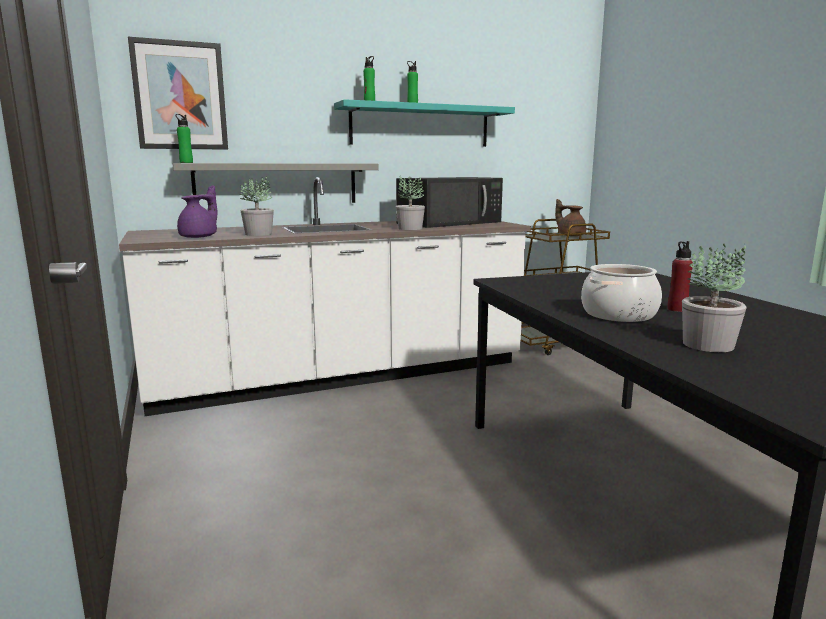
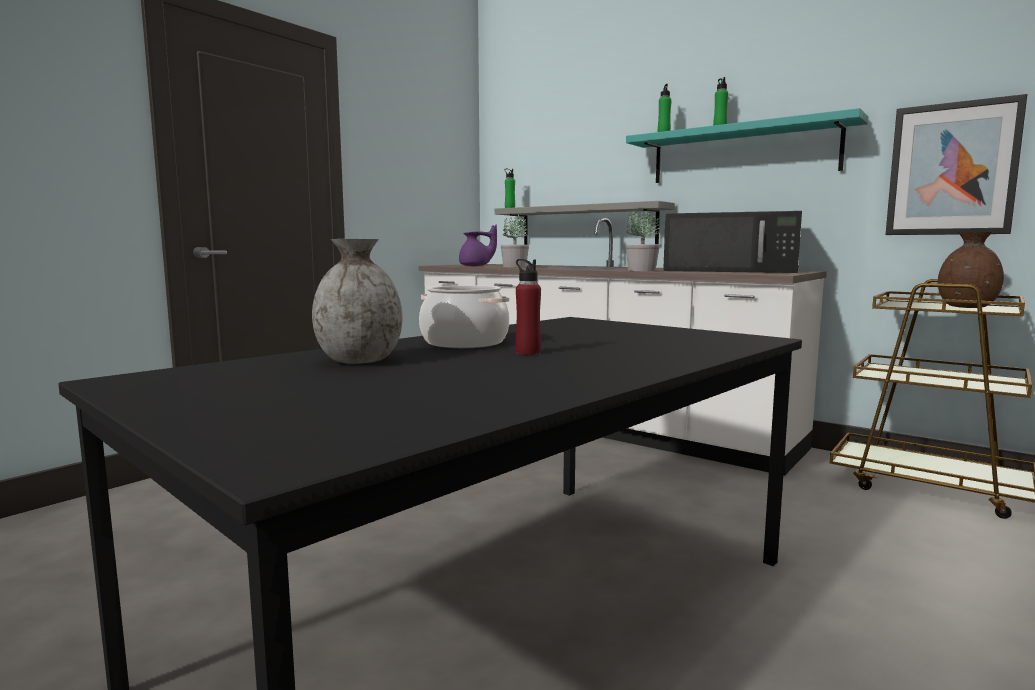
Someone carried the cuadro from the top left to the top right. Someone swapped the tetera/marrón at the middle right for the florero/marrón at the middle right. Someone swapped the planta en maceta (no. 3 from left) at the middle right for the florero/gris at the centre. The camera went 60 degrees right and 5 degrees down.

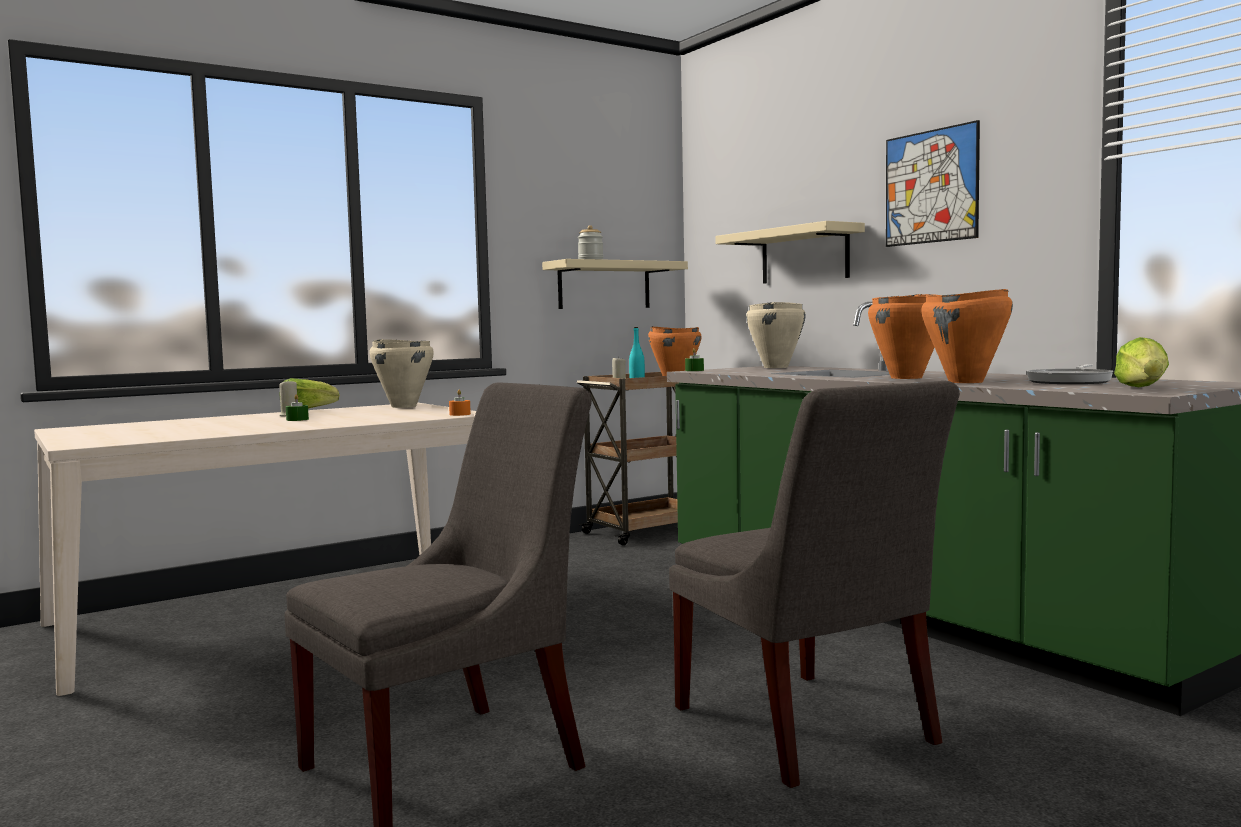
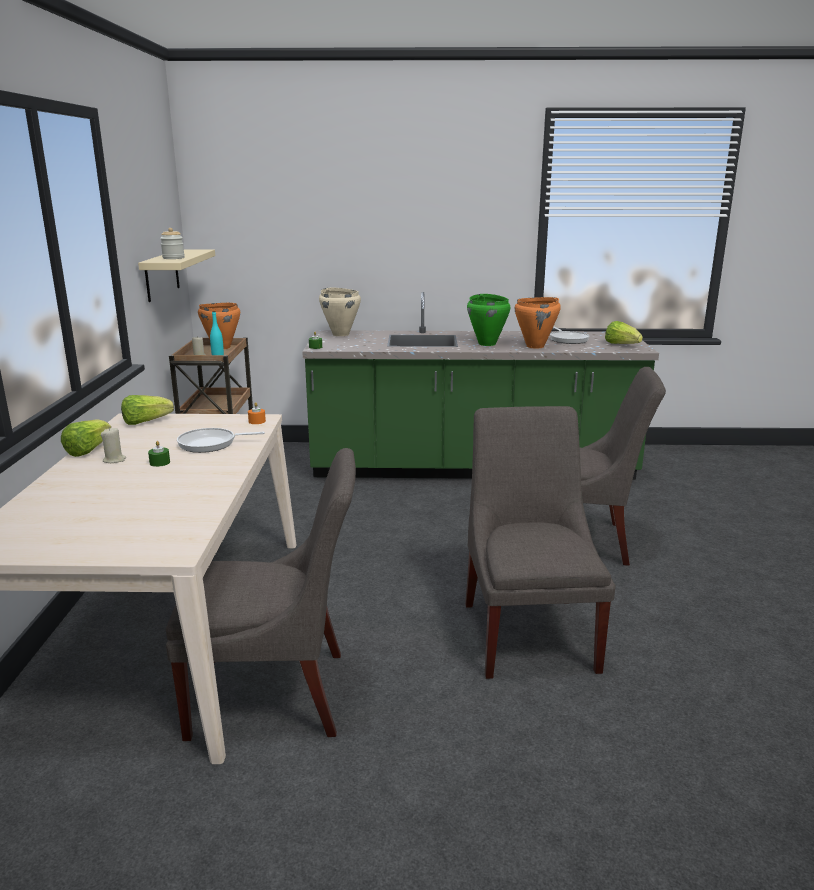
Someone took away the estante/beis (no. 2 from left) at the top centre. Someone took away the cuadro at the top right. Someone put down the silla/gris (no. 1 from left) at the bottom left. Someone put down the sartén (no. 1 from left) at the middle left. Someone swapped the olla/beis (no. 1 from left) at the middle left for the lechuga (no. 2 from left) at the middle left. Someone repainted the olla/naranja (no. 2 from left) at the middle right, which became the olla/verde at the centre. The camera went 55 degrees left and 15 degrees up.

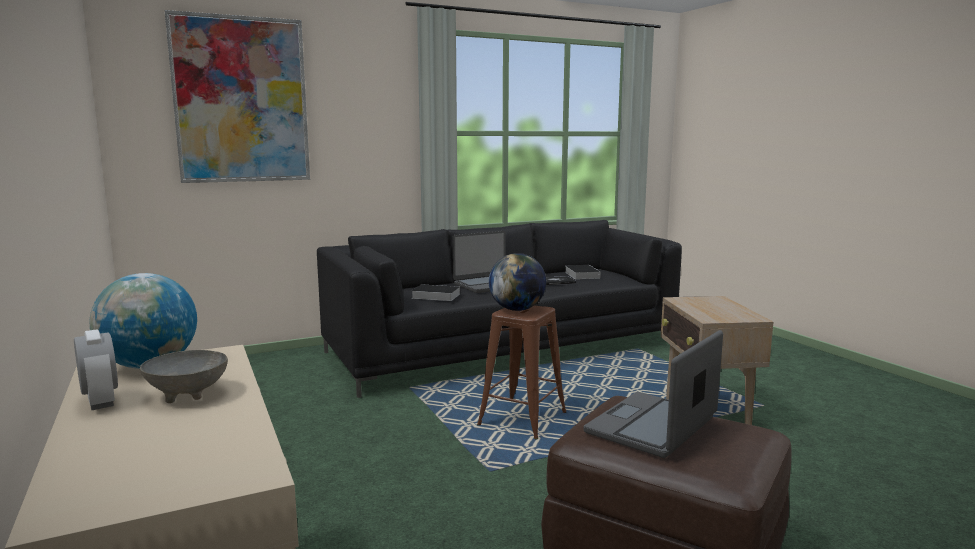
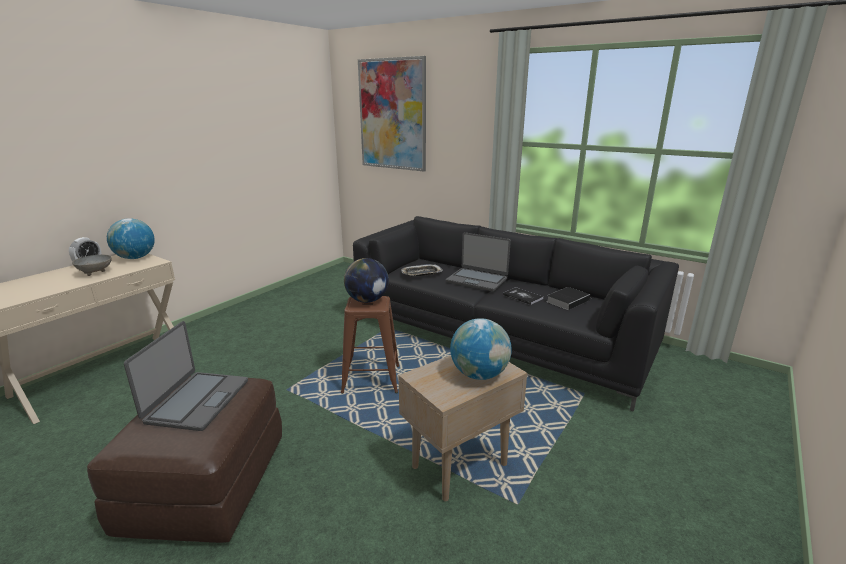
Someone put down the globo terráqueo (no. 3 from left) at the centre. Someone swapped the libro (no. 1 from left) at the centre for the bandeja at the centre. Someone rotated the portátil (no. 2 from left in the first image) at the bottom right by 90 degrees clockwise. The camera went 60 degrees right and 10 degrees up.

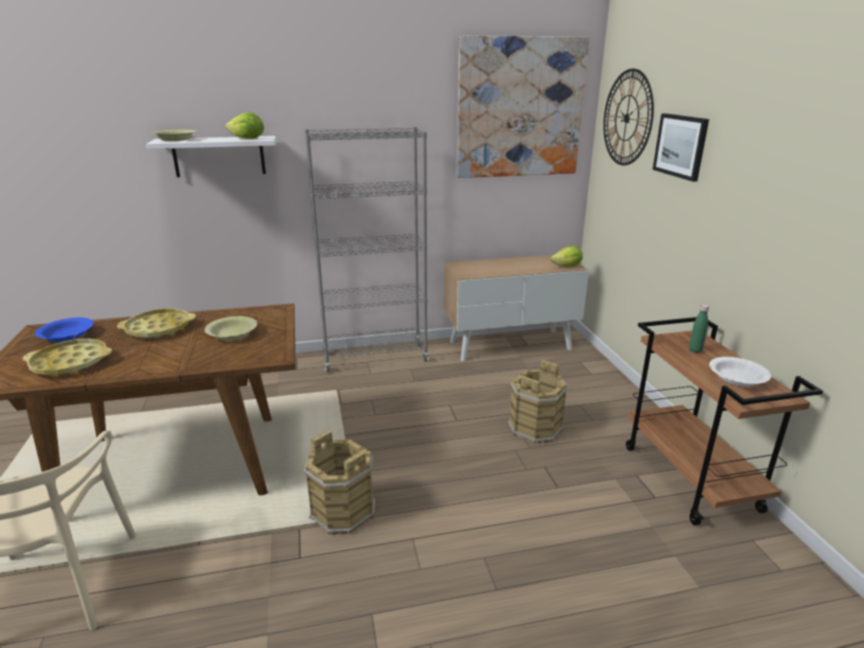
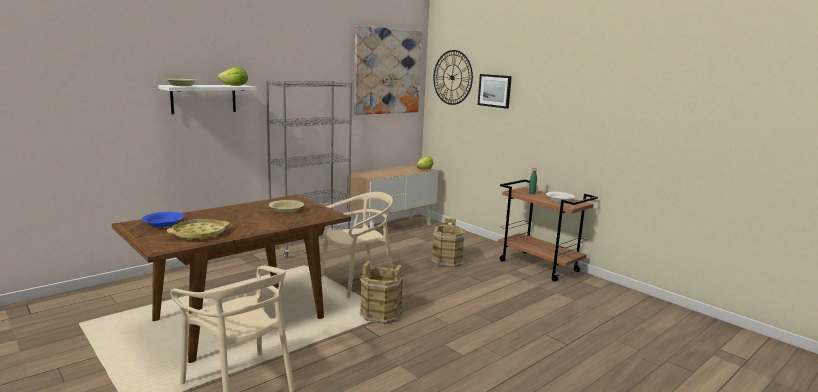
Someone took away the bandeja/amarillo (no. 2 from left) at the middle left. Someone put down the silla/beis (no. 2 from left) at the centre. The camera went 30 degrees left and 10 degrees down.

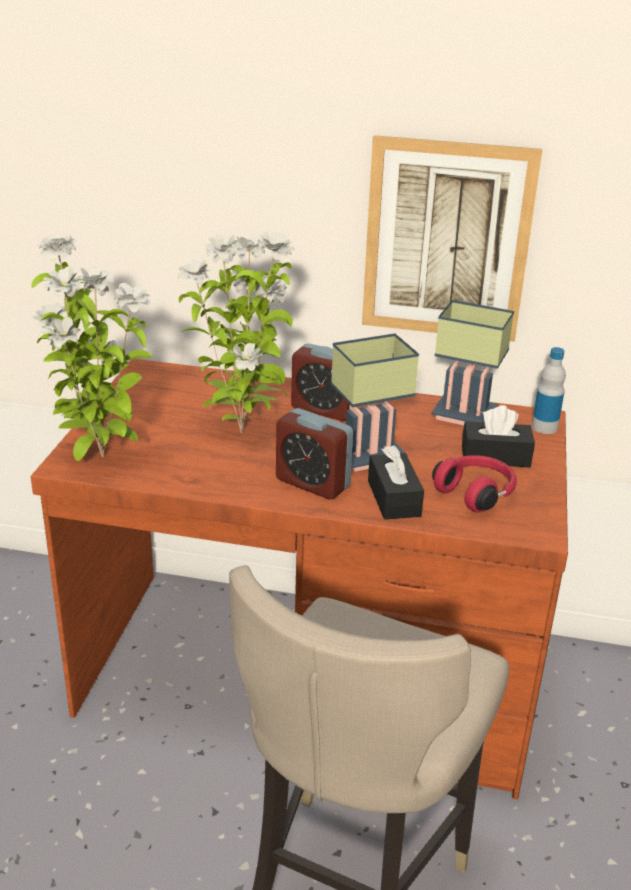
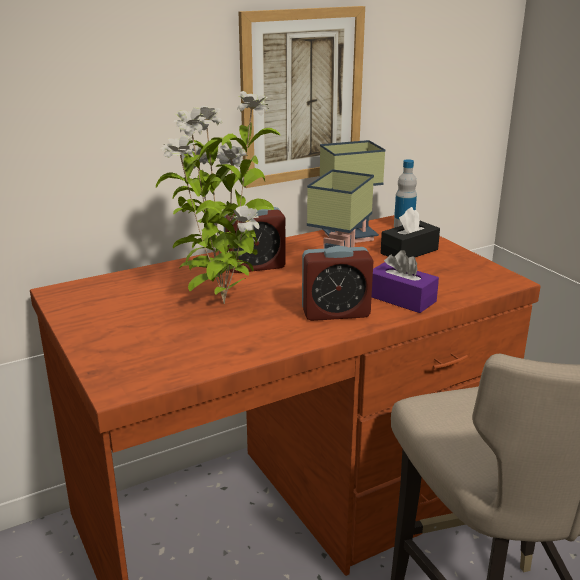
Someone took away the planta en maceta (no. 1 from left) at the middle left. Someone took away the auriculares/rojo at the middle right. Someone repainted the caja de pañuelos/negro (no. 1 from left) at the centre, which became the caja de pañuelos/morado at the middle right. The camera went 40 degrees left and 5 degrees down.

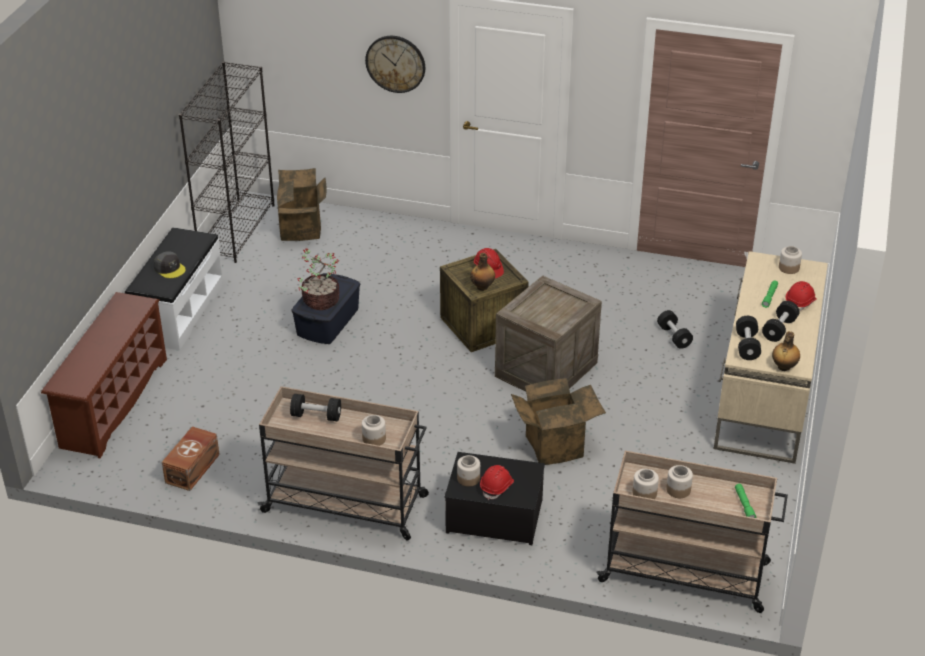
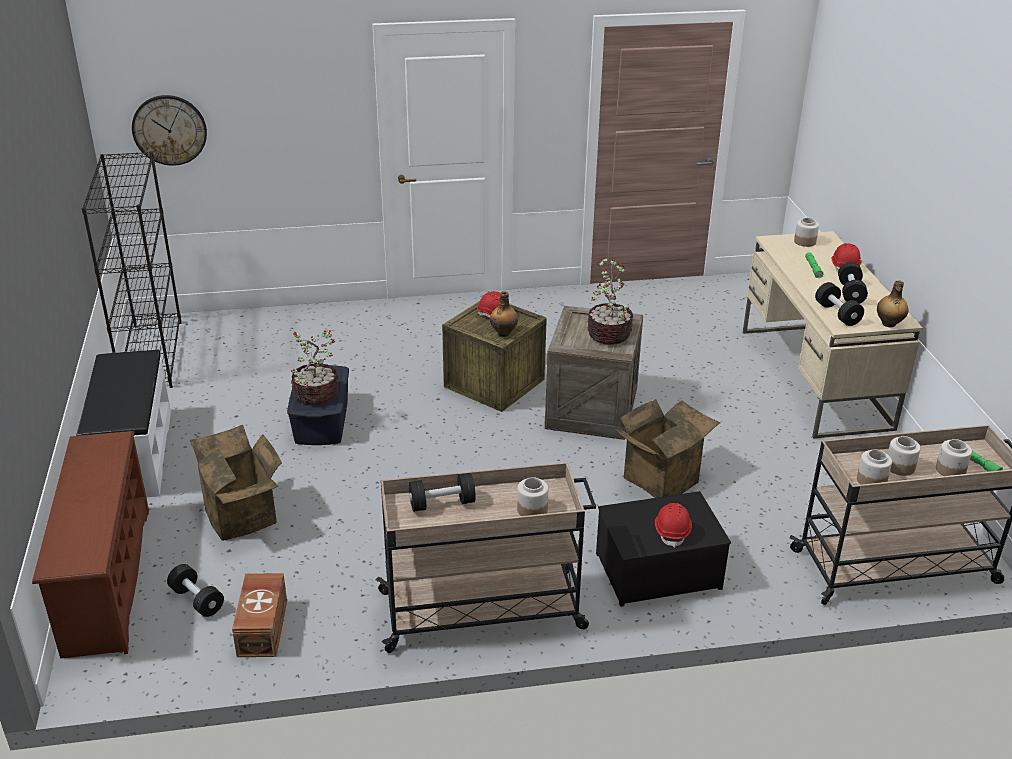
Someone took away the gorra/gris at the middle left. Someone put down the planta en maceta (no. 2 from left) at the centre. Someone carried the caja de cartón (no. 1 from left) from the top left to the middle left. Someone carried the reloj de pared from the top centre to the top left. Someone carried the tarro (no. 2 from left in the first image) from the bottom centre to the middle right. Someone carried the mancuerna/negro (no. 2 from left in the first image) from the middle right to the bottom left. The camera went 25 degrees left and 5 degrees down.

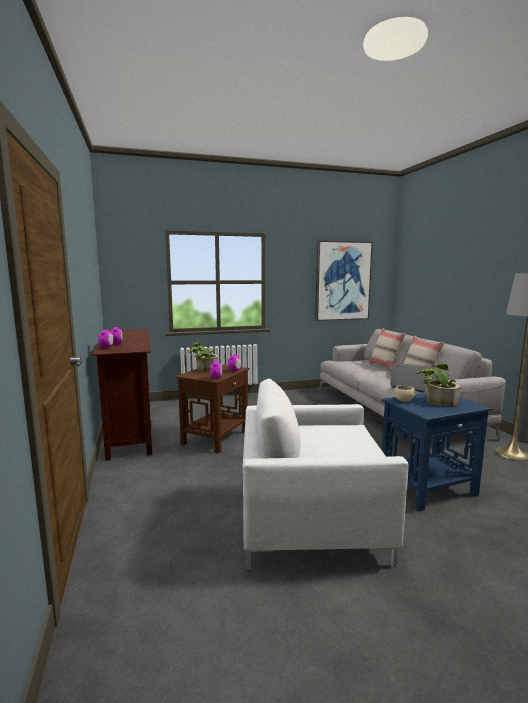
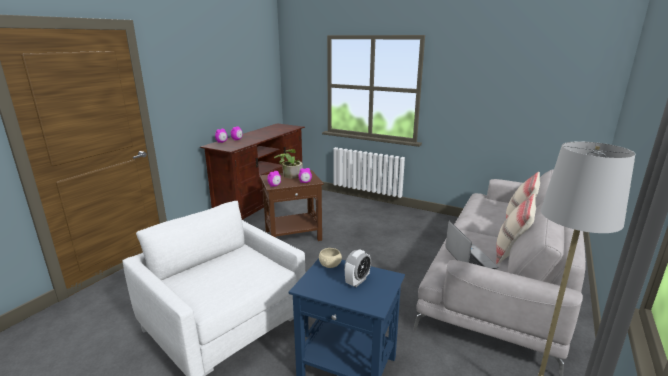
Someone took away the cuadro at the centre. Someone swapped the planta en maceta (no. 2 from left) at the middle right for the despertador (no. 5 from left) at the bottom centre. The camera went 45 degrees right and 10 degrees up.

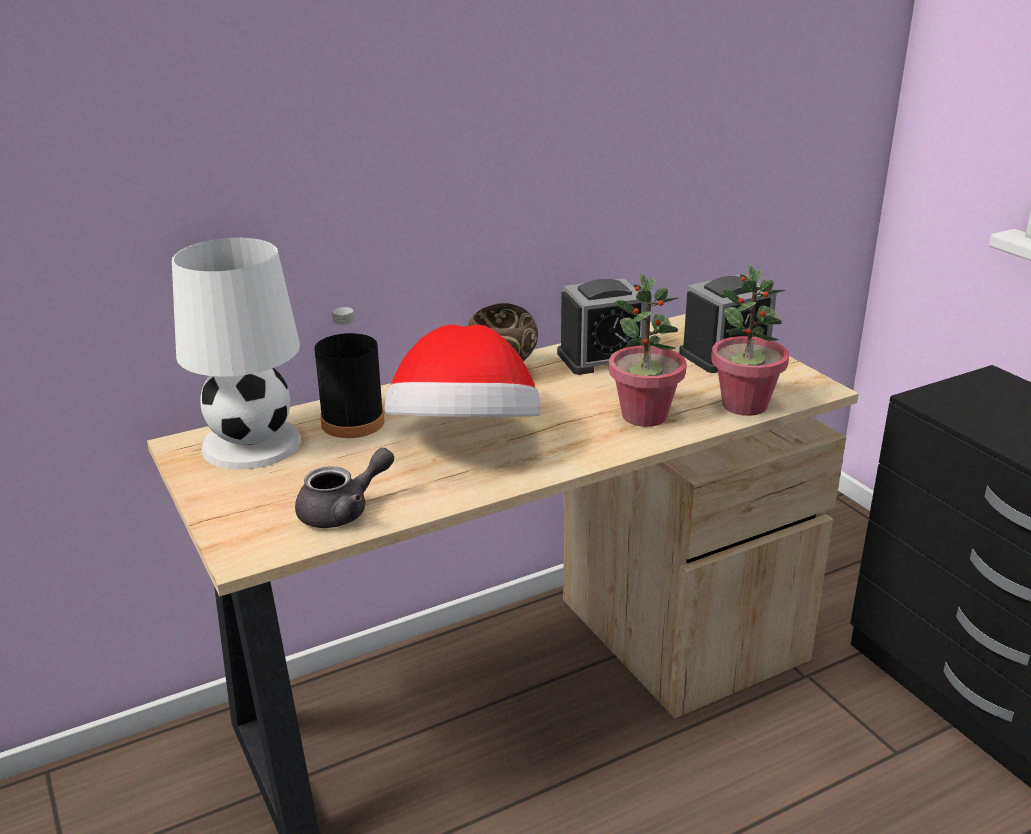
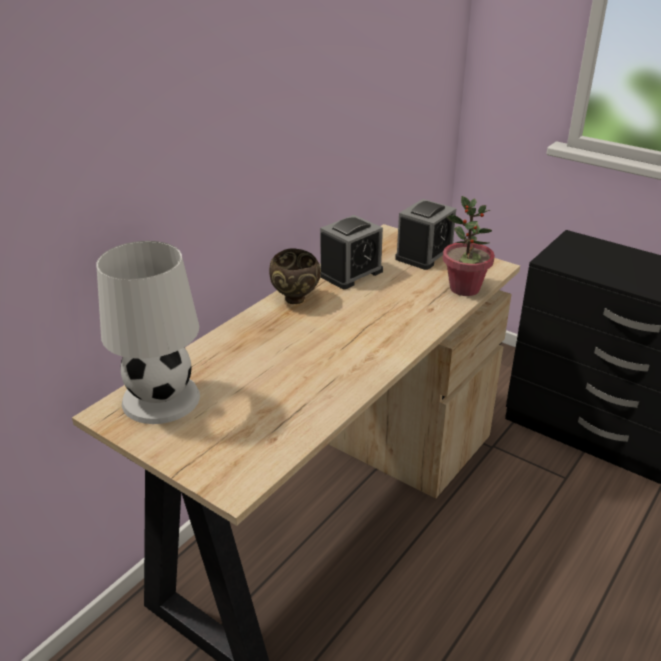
Someone took away the tetera/gris at the centre. Someone took away the botella/negro at the centre. Someone took away the sombrero at the centre. Someone took away the planta en maceta (no. 1 from left) at the centre. The camera went 25 degrees left and 5 degrees up.

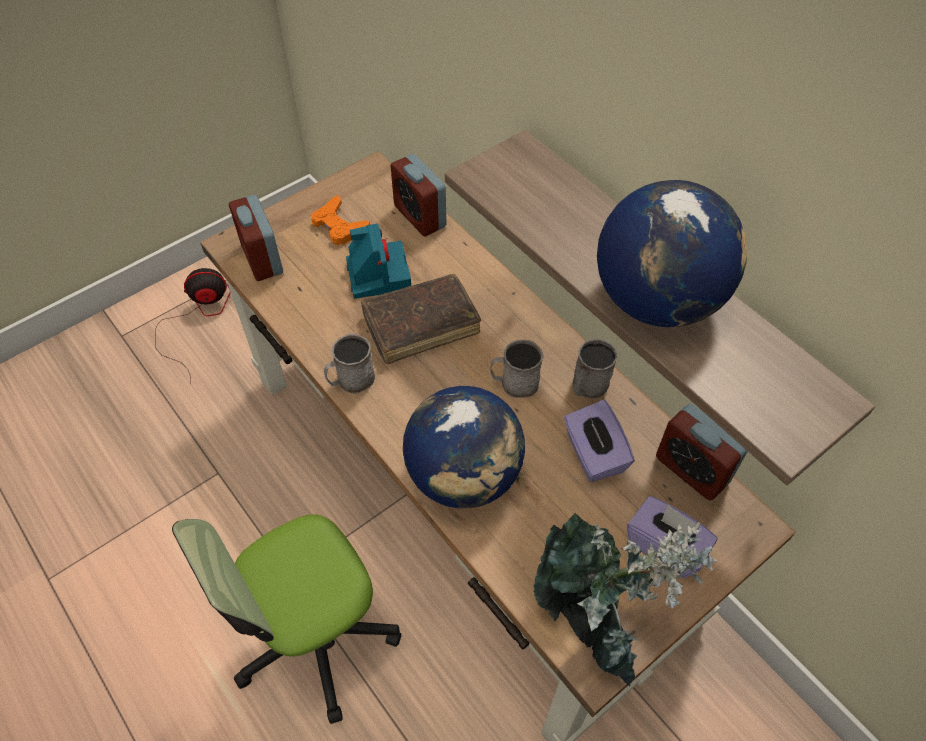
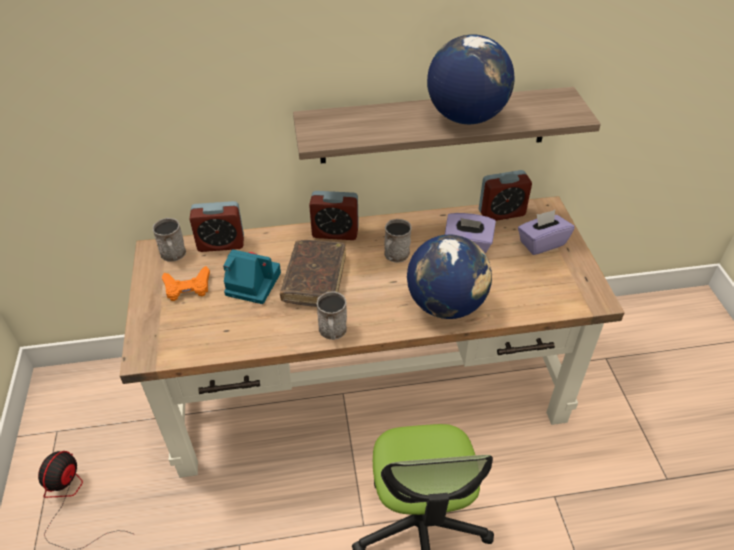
Someone took away the planta en maceta at the bottom right. Someone carried the despertador (no. 1 from left in the first image) from the top left to the centre. Someone carried the taza grande/gris (no. 3 from left in the first image) from the centre to the middle left. The camera went 60 degrees left and 10 degrees down.

